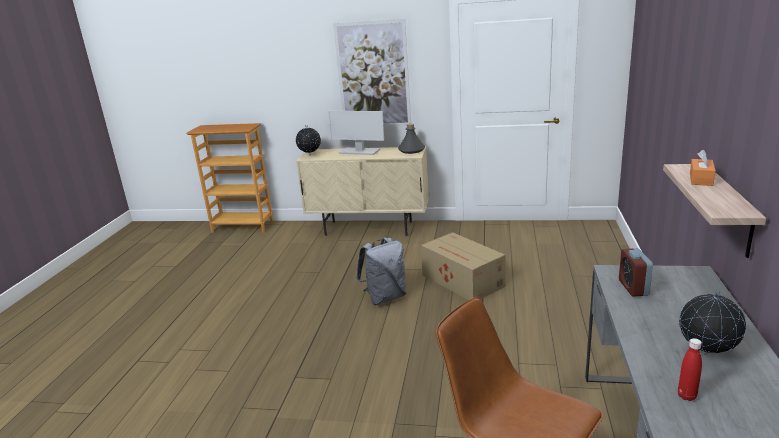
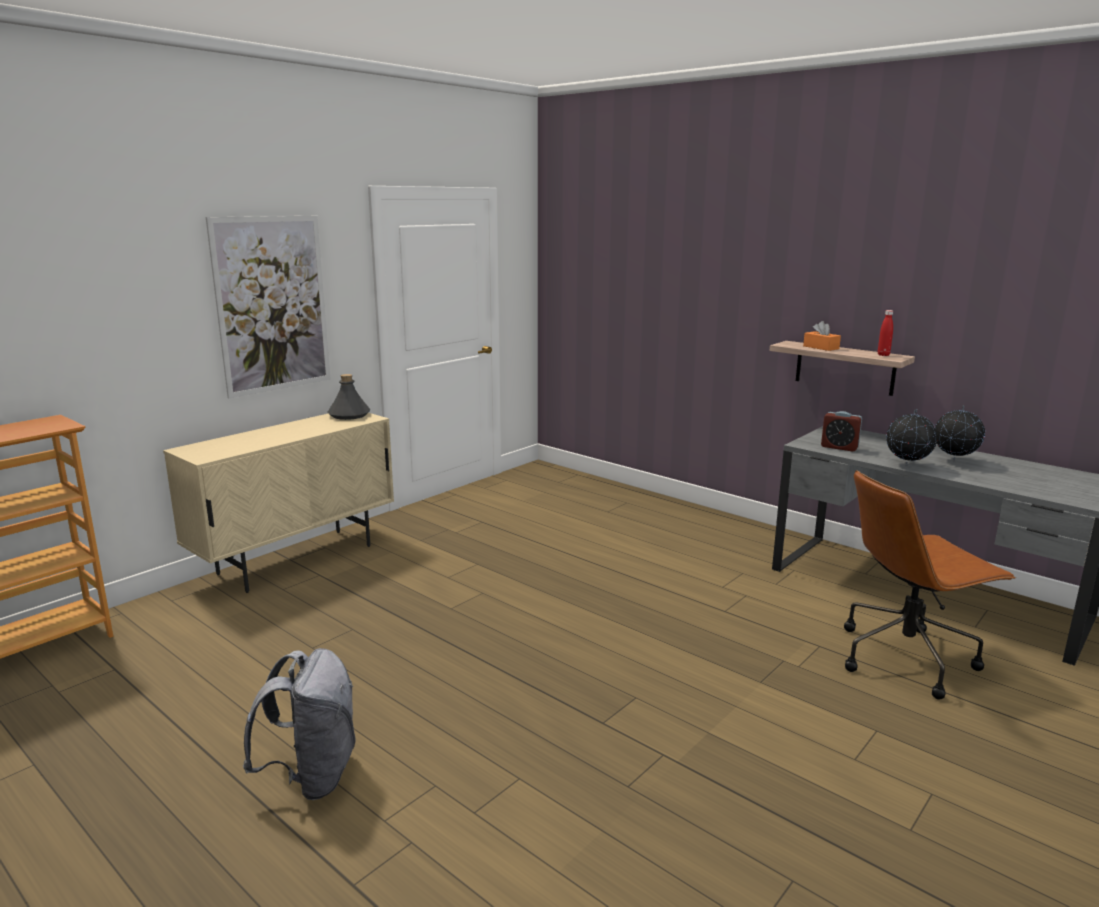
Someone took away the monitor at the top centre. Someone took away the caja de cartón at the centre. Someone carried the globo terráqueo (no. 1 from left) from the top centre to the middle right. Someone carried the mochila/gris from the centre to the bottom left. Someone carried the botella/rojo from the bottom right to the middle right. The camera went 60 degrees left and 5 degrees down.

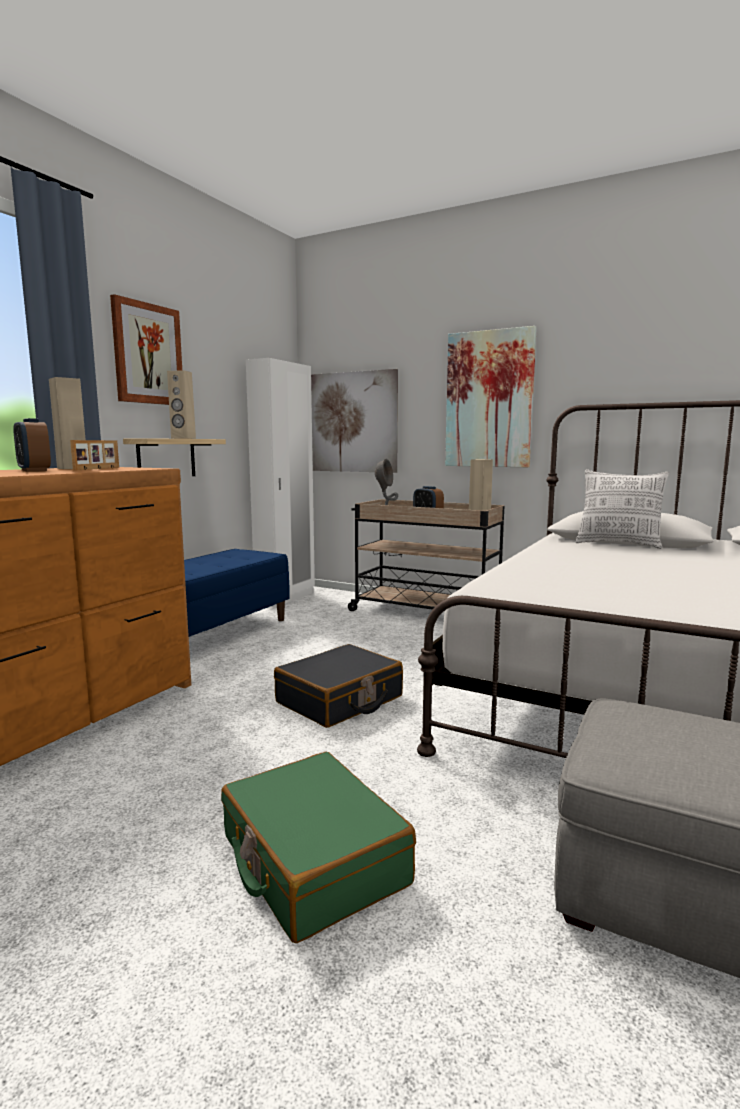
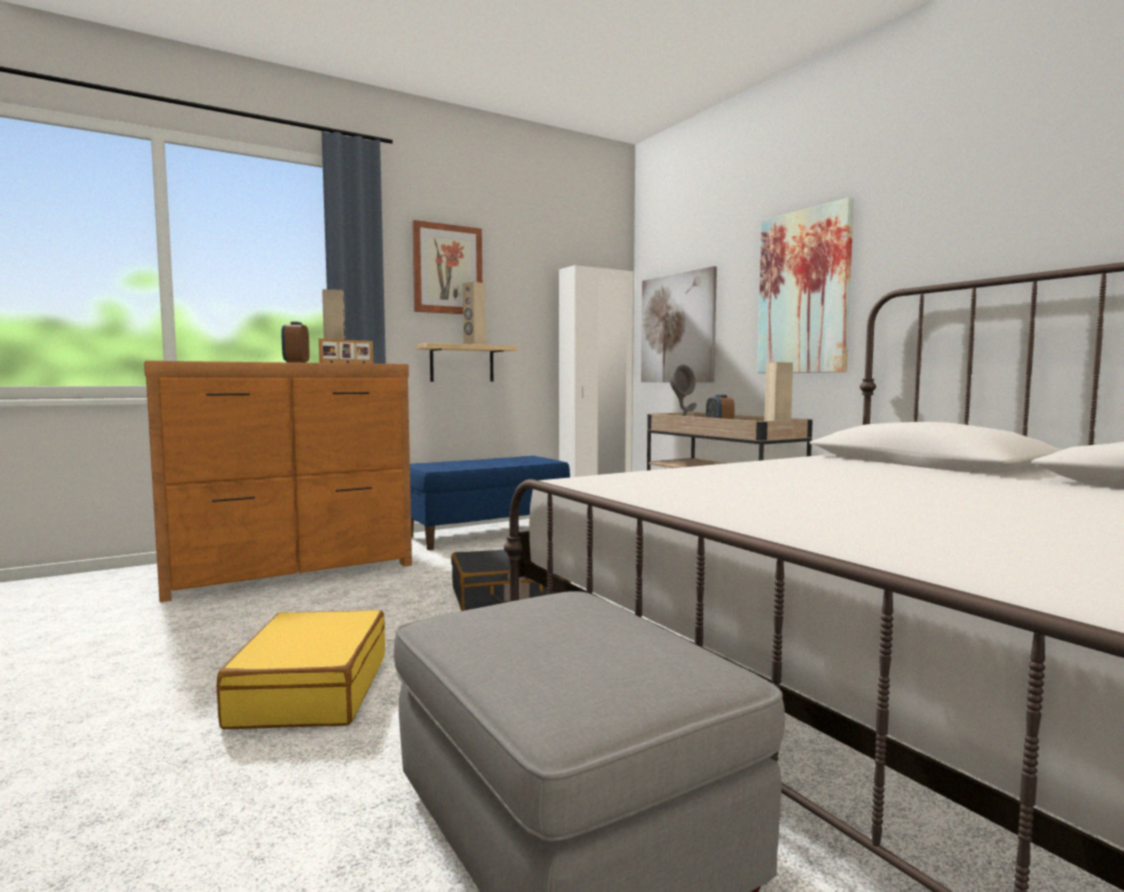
Someone took away the cojín at the middle right. Someone repainted the maleta/verde at the bottom centre, which became the maleta/amarillo at the bottom left. The camera went 30 degrees right and 5 degrees down.

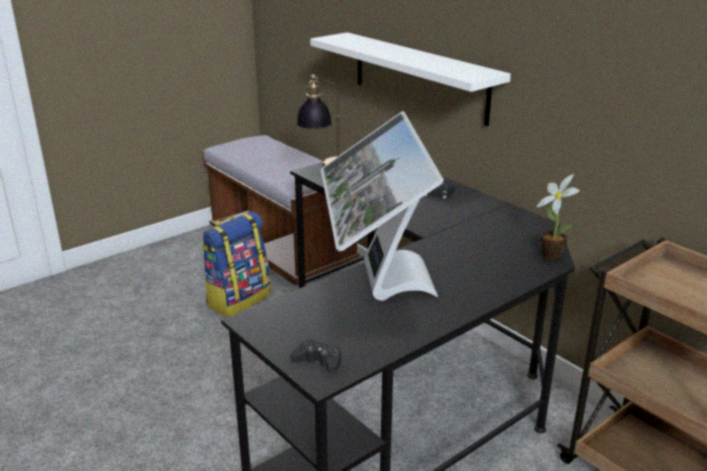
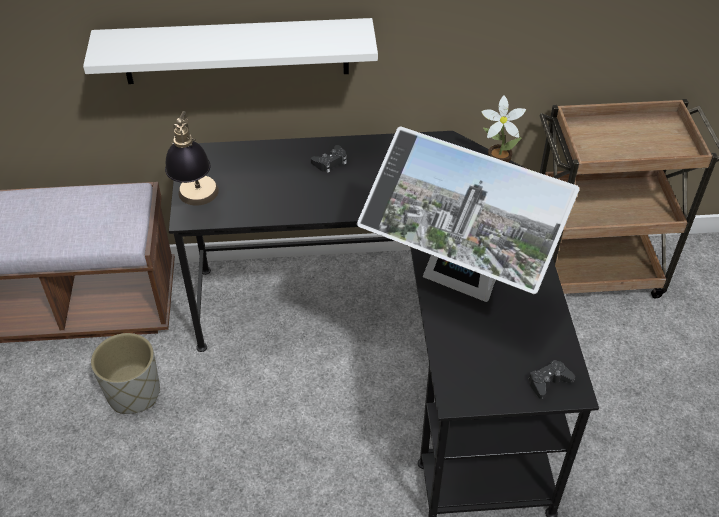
Someone swapped the mochila at the centre for the maceta/gris at the bottom left. The camera went 55 degrees left and 20 degrees up.

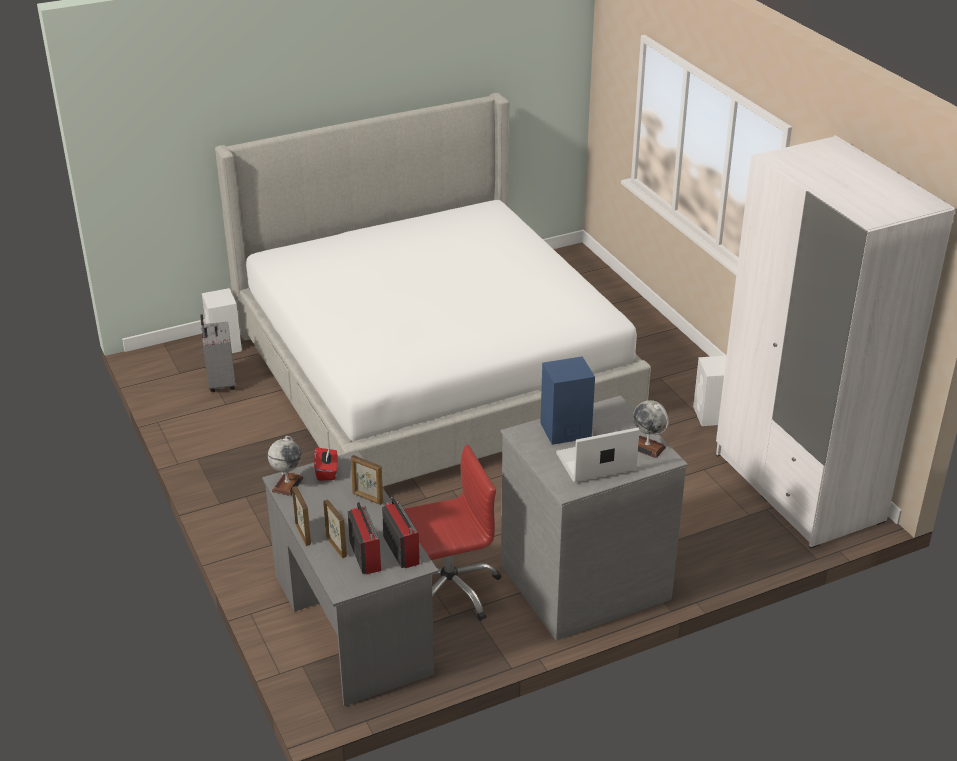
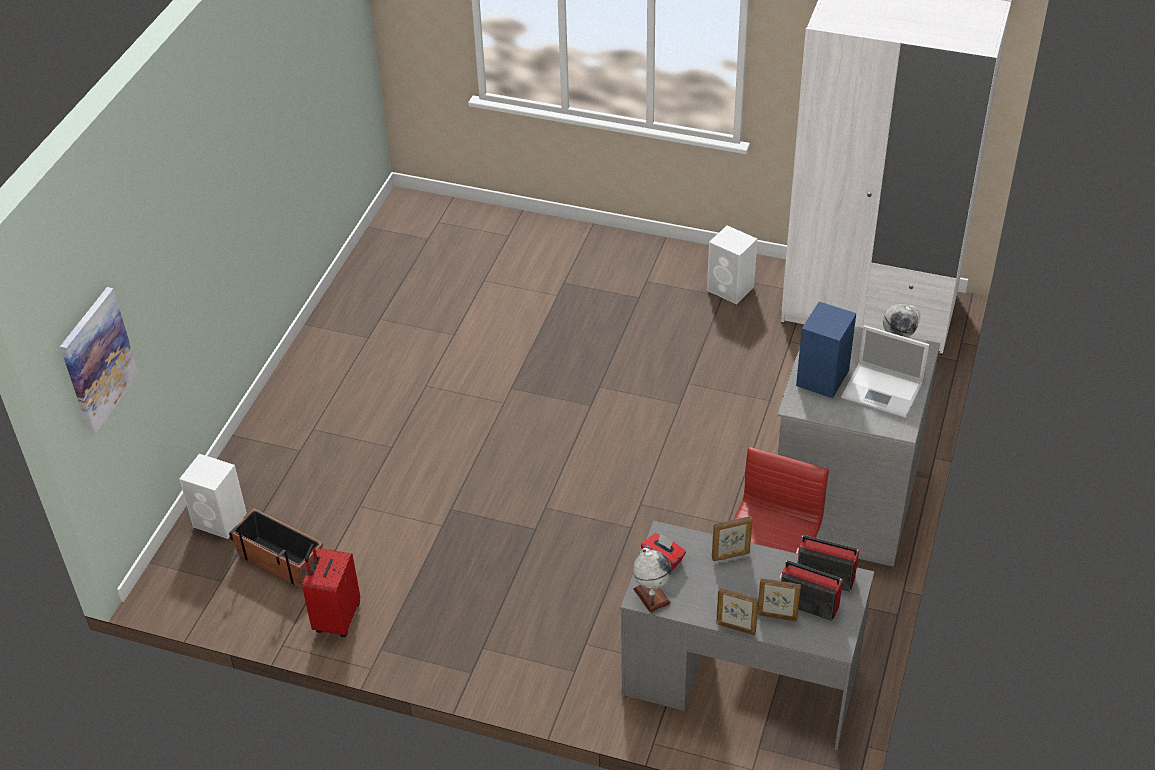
Someone took away the cama at the centre. Someone put up the cuadro at the middle left. Someone put down the maleta/rojo at the bottom left. Someone swapped the maleta/gris at the middle left for the maceta at the bottom left. Someone rotated the portátil at the centre by 90 degrees counterclockwise. The camera went 45 degrees left and 10 degrees up.

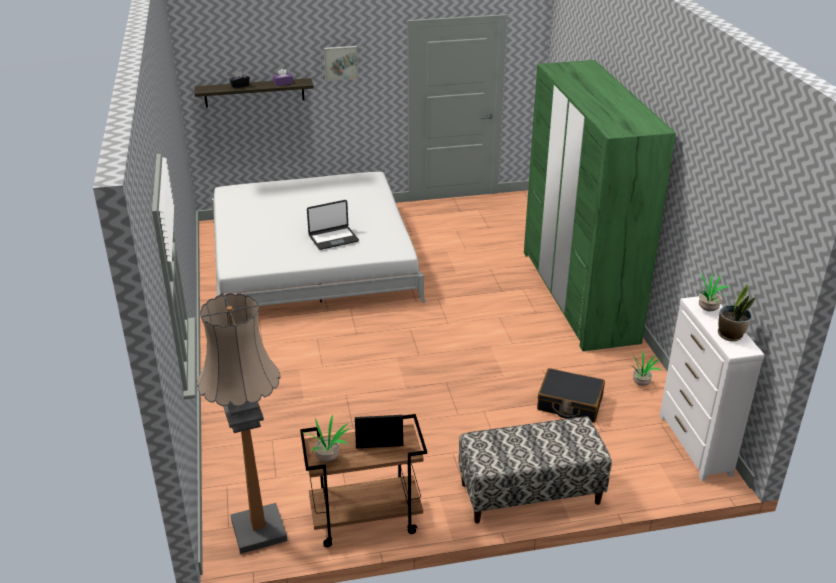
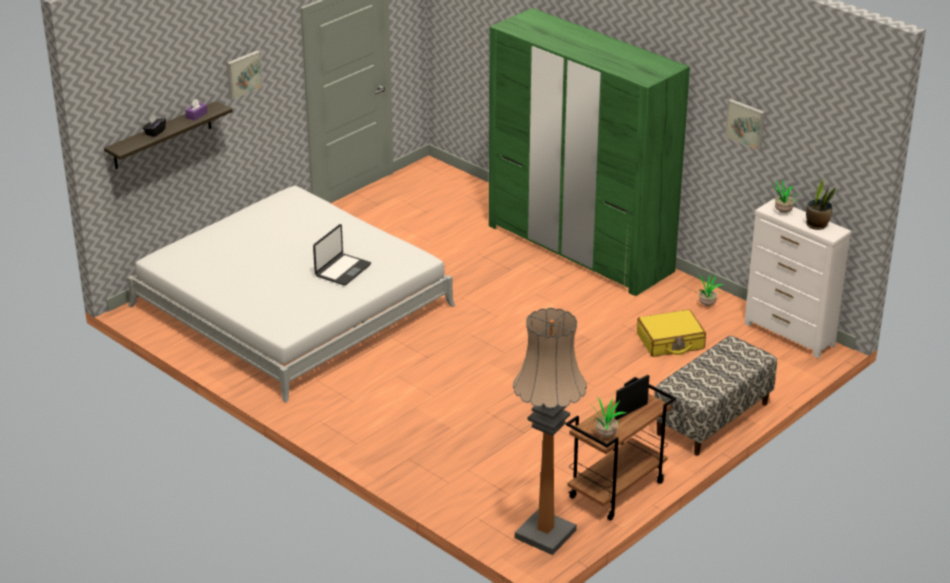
Someone put up the cuadro (no. 2 from left) at the top right. Someone repainted the maleta/negro at the bottom right, which became the maleta/amarillo at the middle right. The camera went 35 degrees left and 0 degrees up.

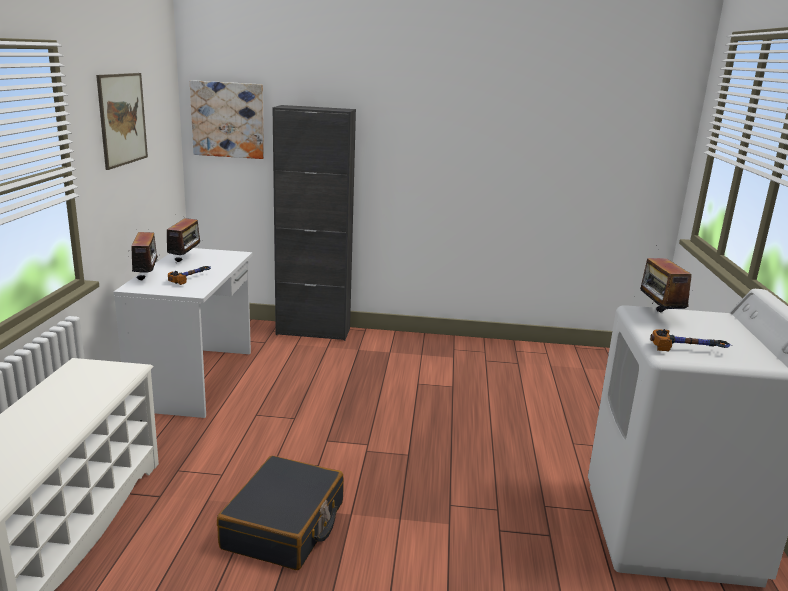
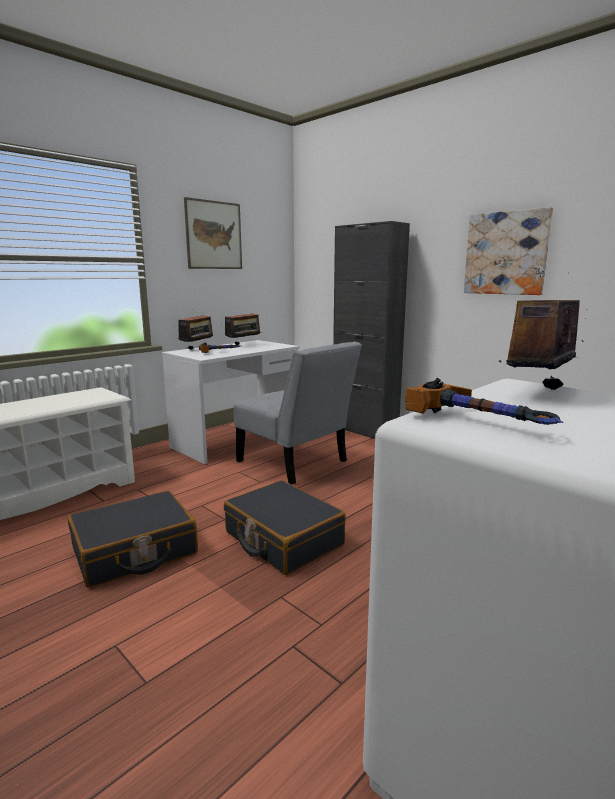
Someone put down the maleta/negro (no. 2 from left) at the centre. Someone put down the silla/gris at the centre. Someone carried the cuadro (no. 2 from left) from the top left to the top right. The camera went 40 degrees right and 5 degrees down.

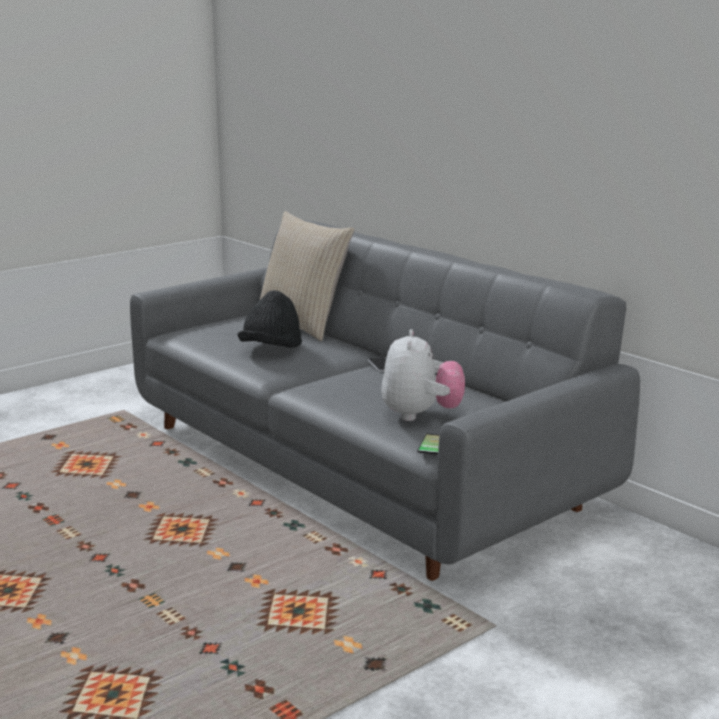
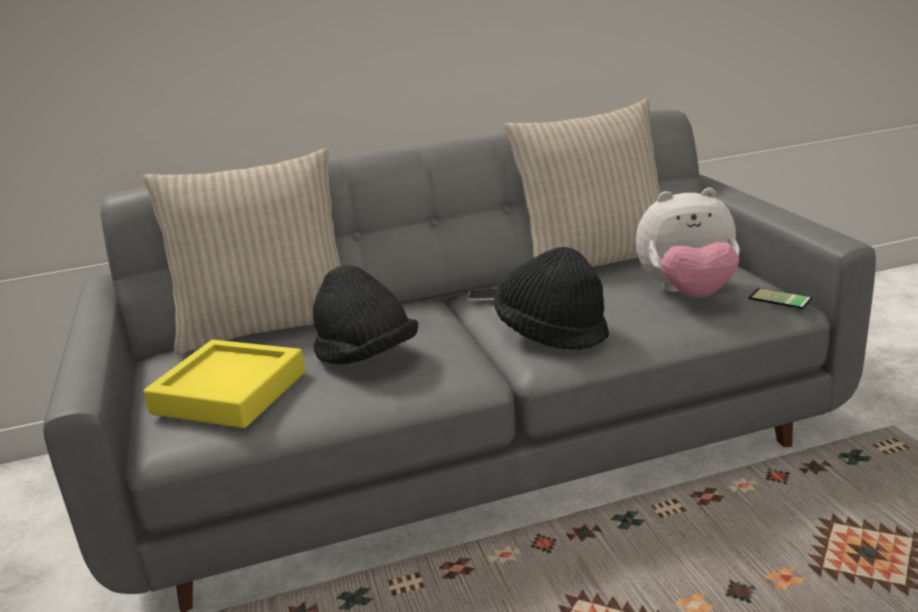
Someone put down the bandeja/amarillo at the middle left. Someone put down the sombrero/negro (no. 2 from left) at the centre. Someone put down the cojín/beis (no. 2 from left) at the top centre. Someone rotated the peluche at the centre by 150 degrees clockwise. The camera went 65 degrees left and 5 degrees up.

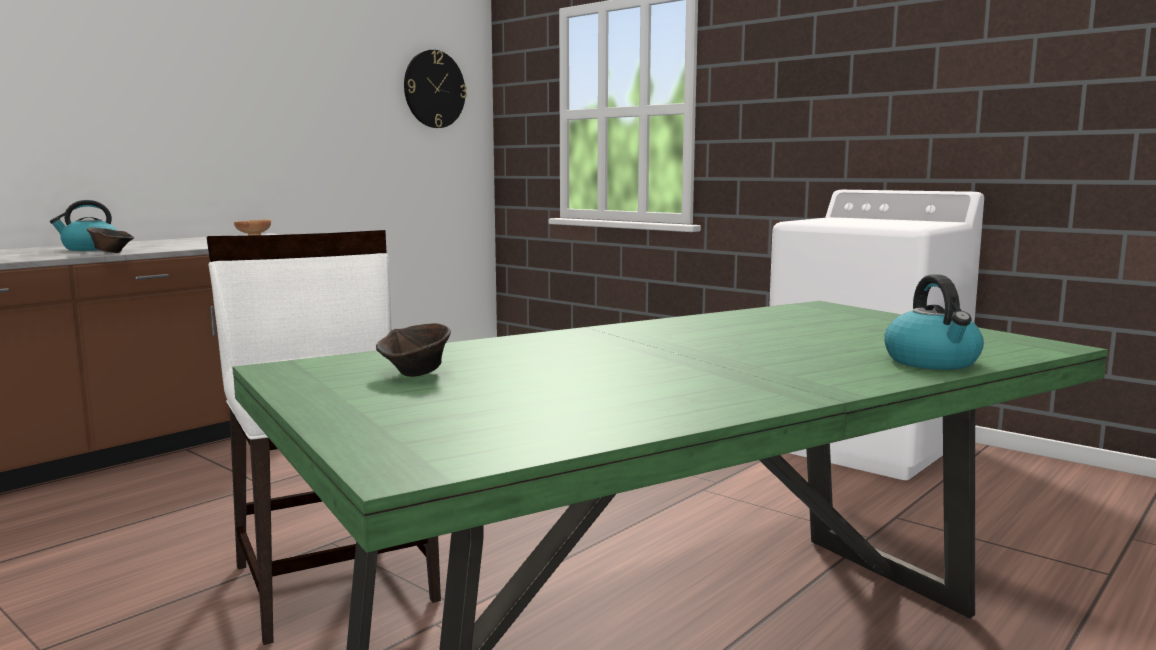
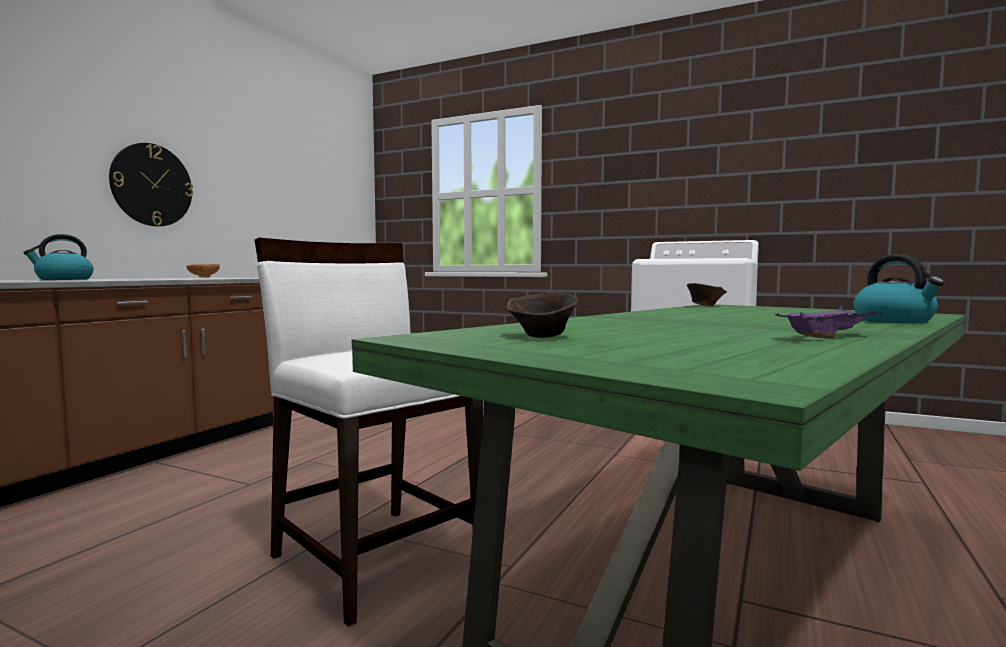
Someone put down the bandeja/morado at the middle right. Someone carried the cuenco/marrón (no. 1 from left in the first image) from the middle left to the middle right. Someone carried the reloj de pared from the top centre to the top left. The camera went 15 degrees left and 5 degrees down.

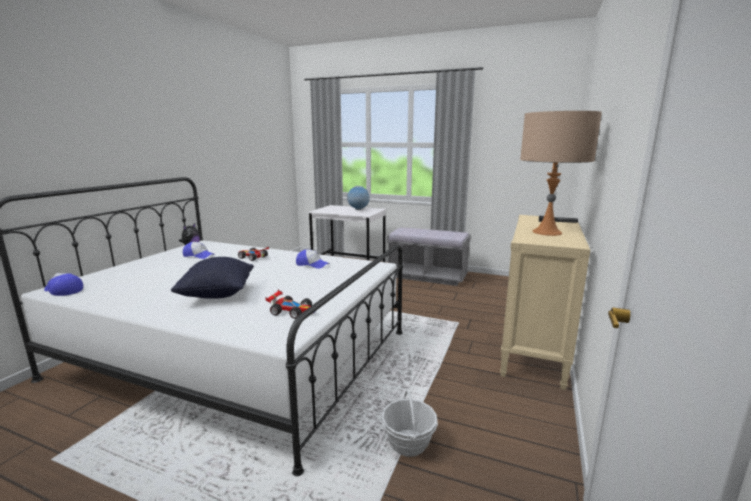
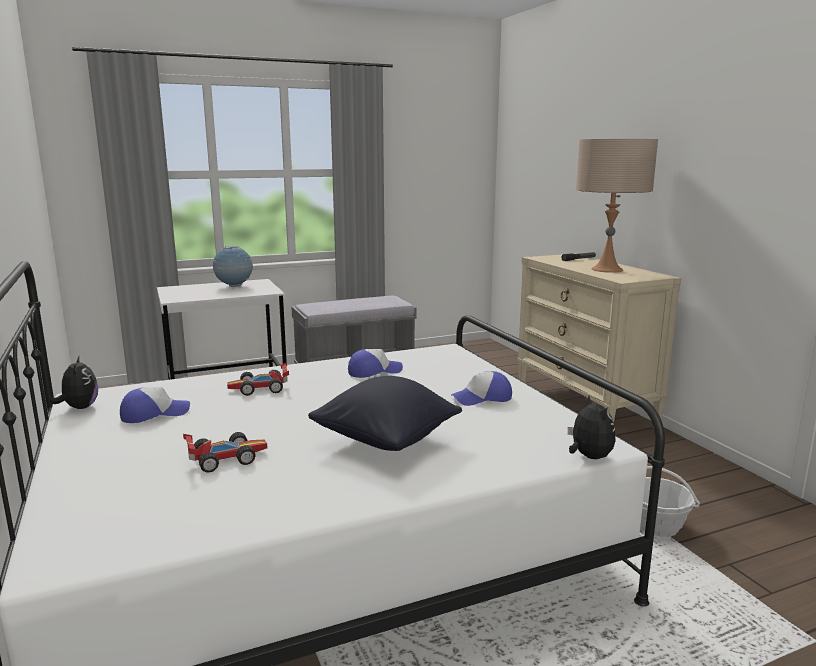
Someone put down the peluche (no. 2 from left) at the middle right. Someone carried the gorra (no. 1 from left in the first image) from the middle left to the centre. Someone carried the coche de juguete (no. 2 from left in the first image) from the centre to the bottom left. The camera went 45 degrees left and 0 degrees up.

